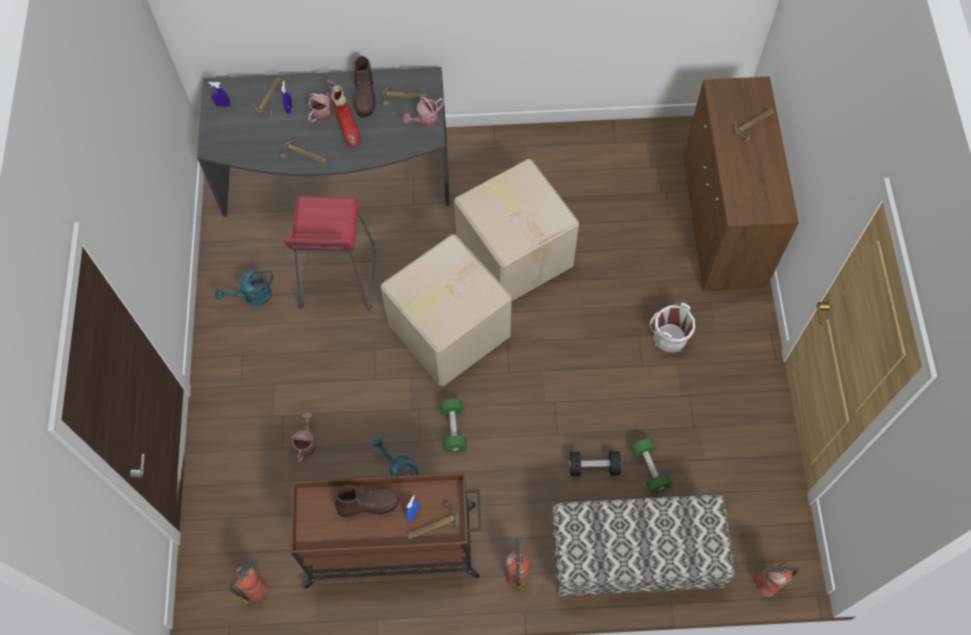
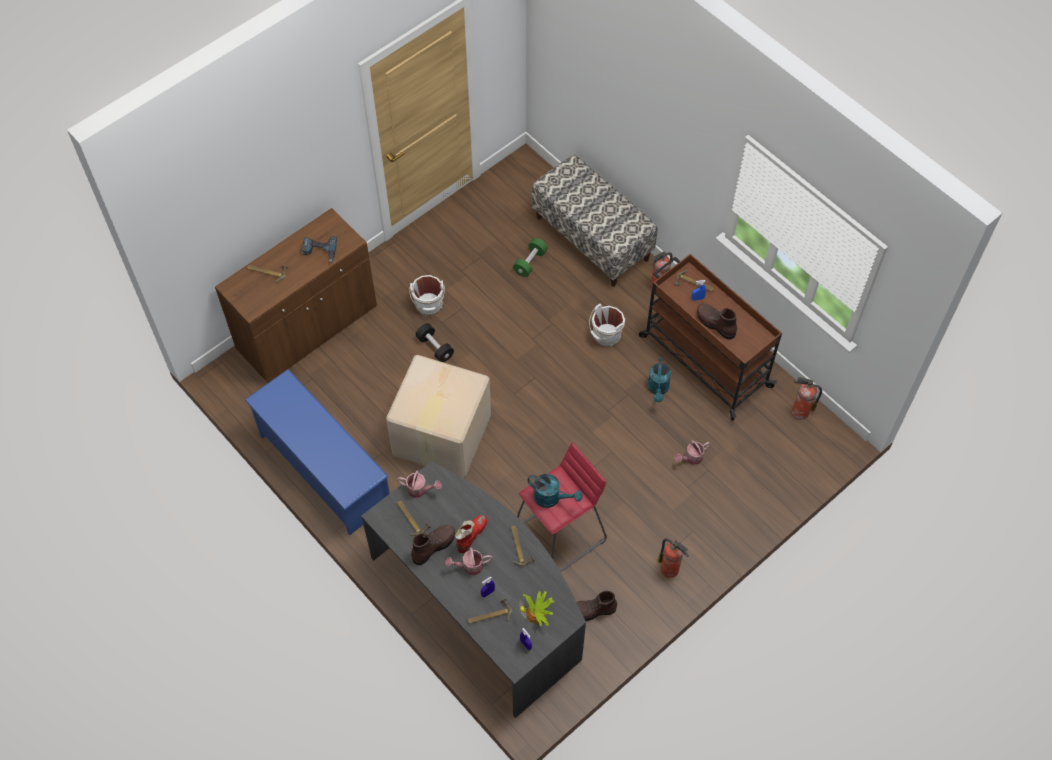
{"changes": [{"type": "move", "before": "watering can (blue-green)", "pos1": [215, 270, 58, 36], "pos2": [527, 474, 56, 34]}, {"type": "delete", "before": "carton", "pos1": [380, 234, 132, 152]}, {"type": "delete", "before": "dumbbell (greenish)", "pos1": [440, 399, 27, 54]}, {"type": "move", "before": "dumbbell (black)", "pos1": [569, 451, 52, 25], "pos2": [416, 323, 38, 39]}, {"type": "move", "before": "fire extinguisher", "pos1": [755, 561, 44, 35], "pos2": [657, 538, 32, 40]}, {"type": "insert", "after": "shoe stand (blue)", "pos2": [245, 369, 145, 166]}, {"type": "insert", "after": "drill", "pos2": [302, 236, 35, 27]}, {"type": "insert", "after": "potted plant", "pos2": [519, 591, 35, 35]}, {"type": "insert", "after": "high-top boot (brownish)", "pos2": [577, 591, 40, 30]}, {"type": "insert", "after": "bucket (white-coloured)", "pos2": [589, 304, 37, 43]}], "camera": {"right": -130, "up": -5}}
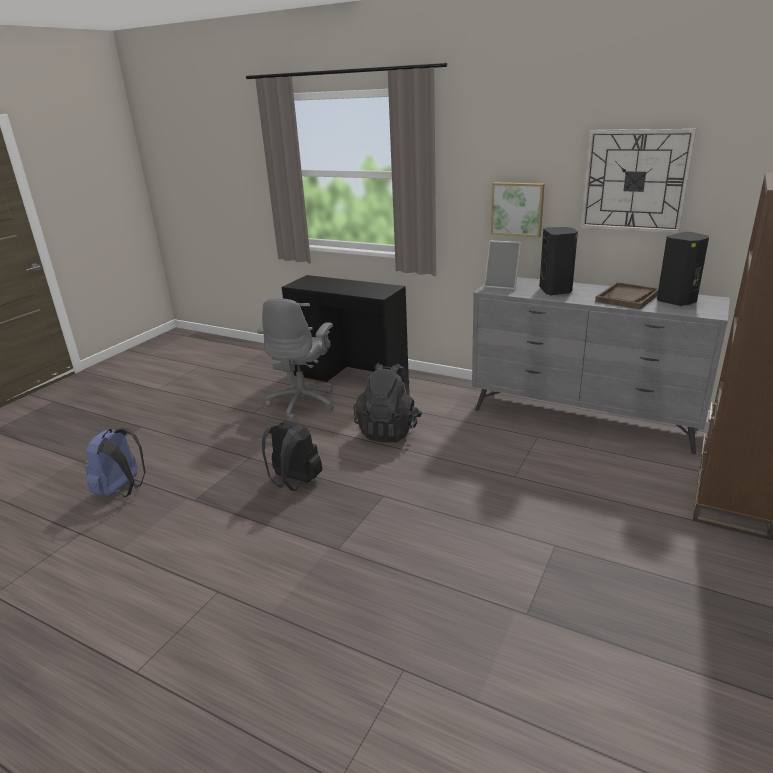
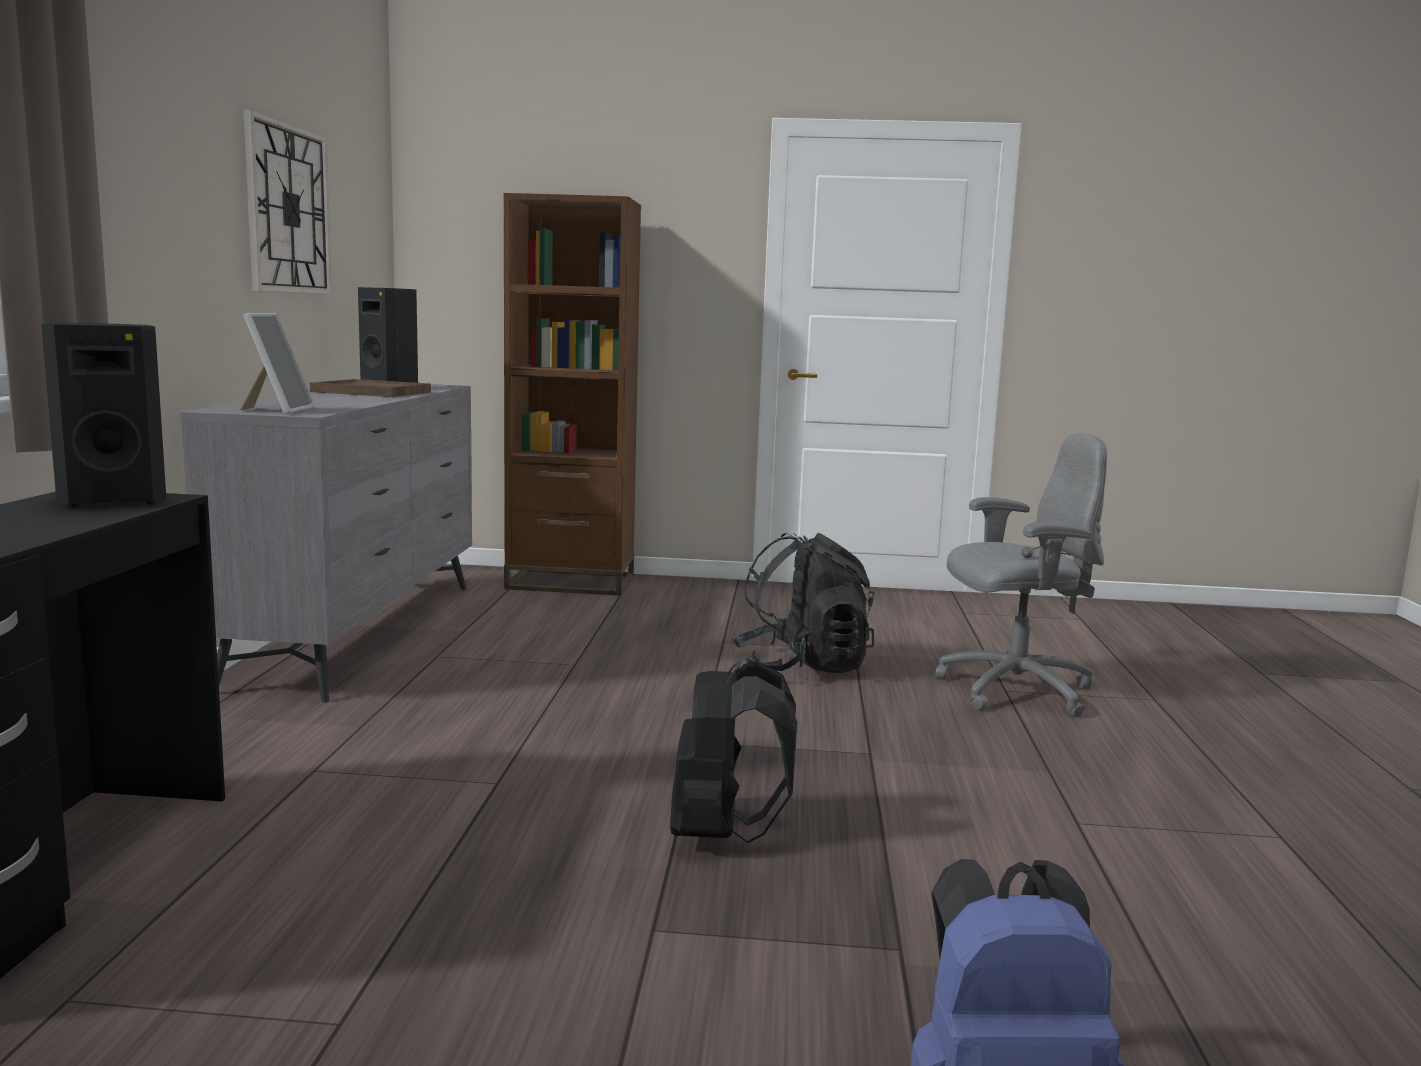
{"changes": [{"type": "move", "before": "desk chair (grey)", "pos1": [257, 298, 77, 123], "pos2": [935, 433, 172, 284]}, {"type": "move", "before": "knapsack (black)", "pos1": [353, 363, 69, 79], "pos2": [733, 533, 142, 140]}, {"type": "delete", "before": "picture", "pos1": [491, 182, 53, 55]}, {"type": "move", "before": "audio speaker (black)", "pos1": [539, 227, 39, 69], "pos2": [41, 323, 125, 184]}], "camera": {"right": -115, "up": -15}}
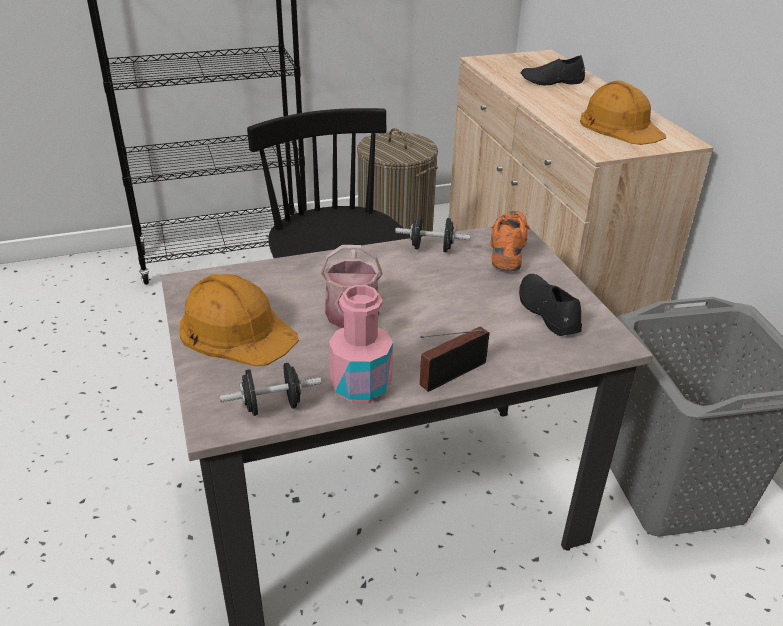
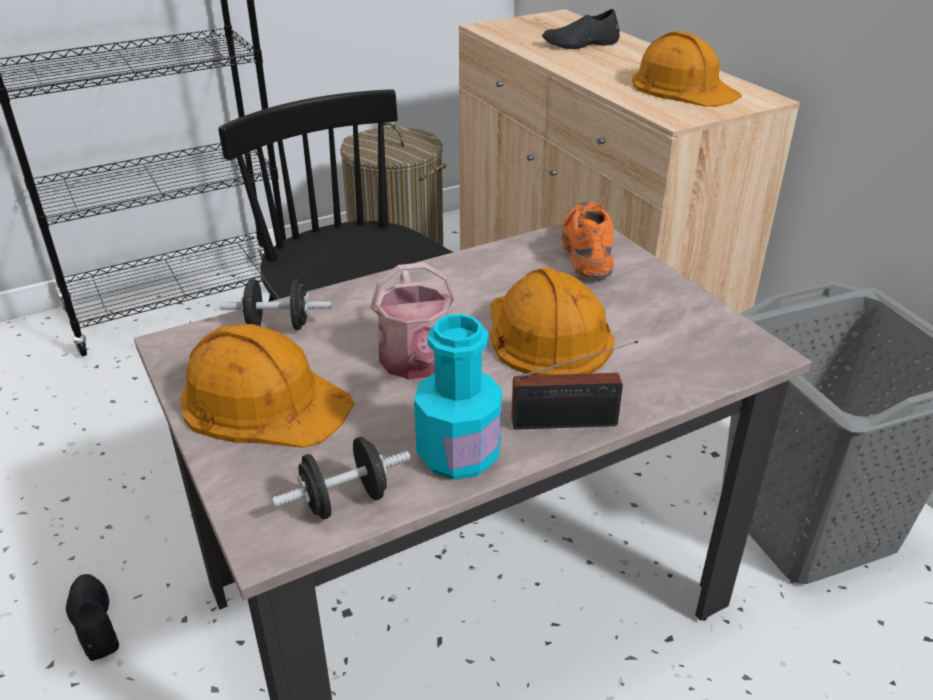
{"changes": [{"type": "recolor", "before": "beverage bottle (pink-coloured)", "after": "beverage bottle (blue-green)", "pos1": [329, 285, 64, 118], "pos2": [414, 314, 88, 166]}, {"type": "move", "before": "dumbbell (black)", "pos1": [395, 215, 75, 37], "pos2": [219, 279, 113, 51]}, {"type": "rotate", "before": "radio", "pos1": [420, 326, 69, 66], "pos2": [511, 340, 127, 90], "turn": -135}, {"type": "move", "before": "low shoe (black)", "pos1": [519, 274, 63, 62], "pos2": [66, 574, 53, 87]}, {"type": "insert", "after": "work helmet (orange)", "pos2": [490, 268, 124, 107]}], "camera": {"right": -10, "up": 0}}
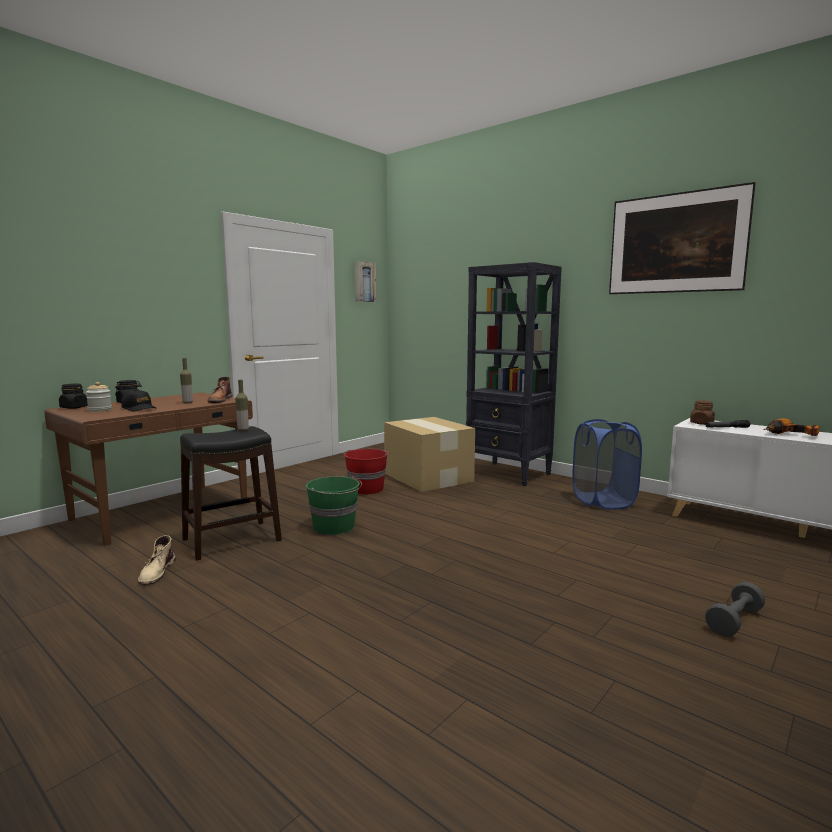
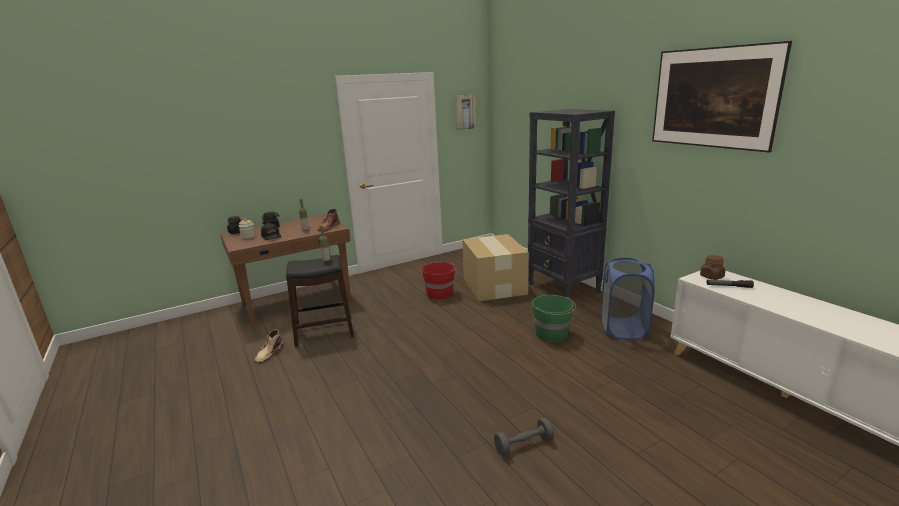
{"changes": [{"type": "move", "before": "bucket (greenish)", "pos1": [306, 476, 56, 59], "pos2": [532, 295, 44, 47]}, {"type": "move", "before": "dumbbell (grey)", "pos1": [705, 582, 60, 55], "pos2": [494, 418, 60, 38]}, {"type": "delete", "before": "drill", "pos1": [763, 418, 57, 18]}], "camera": {"right": 20, "up": 10}}
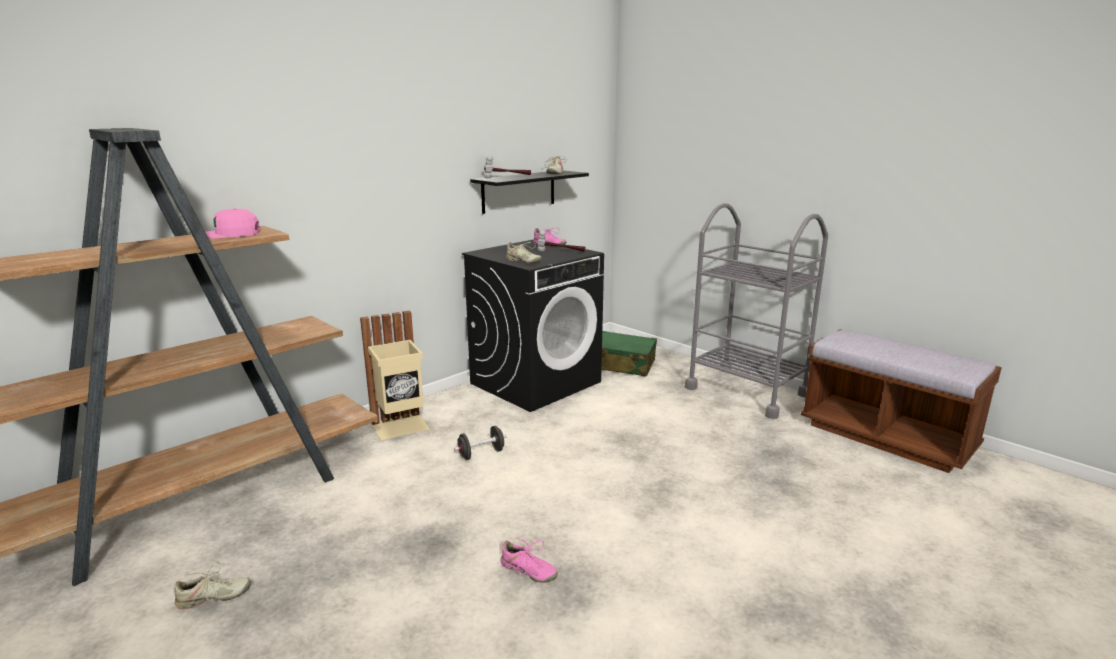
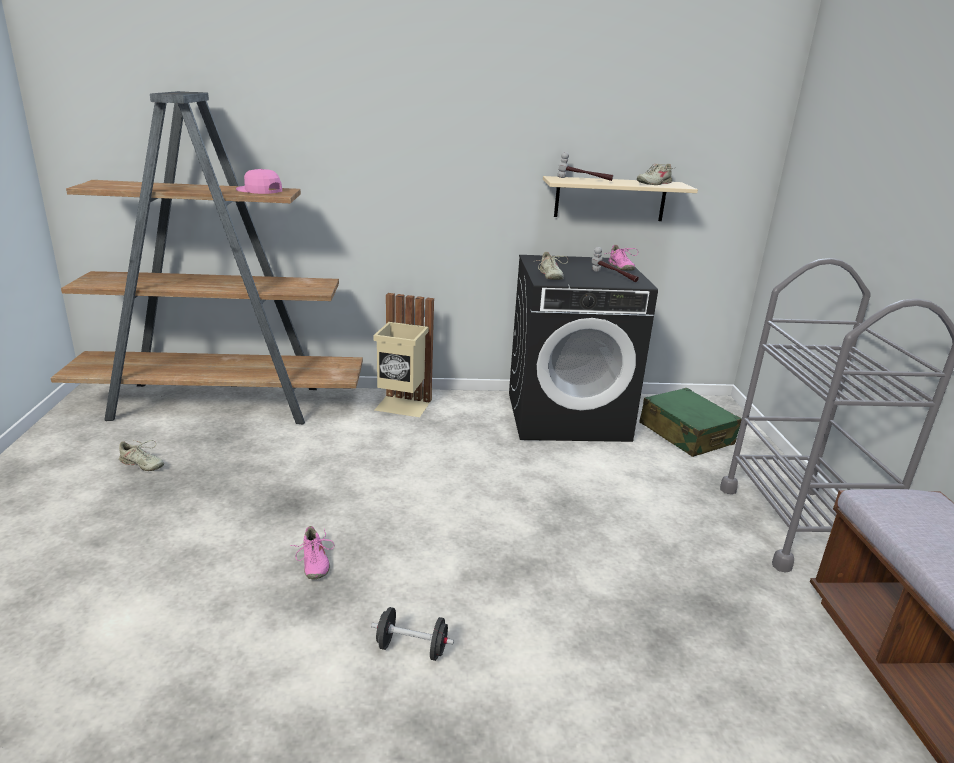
{"changes": [{"type": "move", "before": "dumbbell (black)", "pos1": [454, 426, 53, 34], "pos2": [371, 607, 83, 54]}, {"type": "recolor", "before": "shelf (black)", "after": "shelf (beige)", "pos1": [470, 171, 119, 43], "pos2": [543, 176, 155, 45]}], "camera": {"right": 40, "up": 5}}
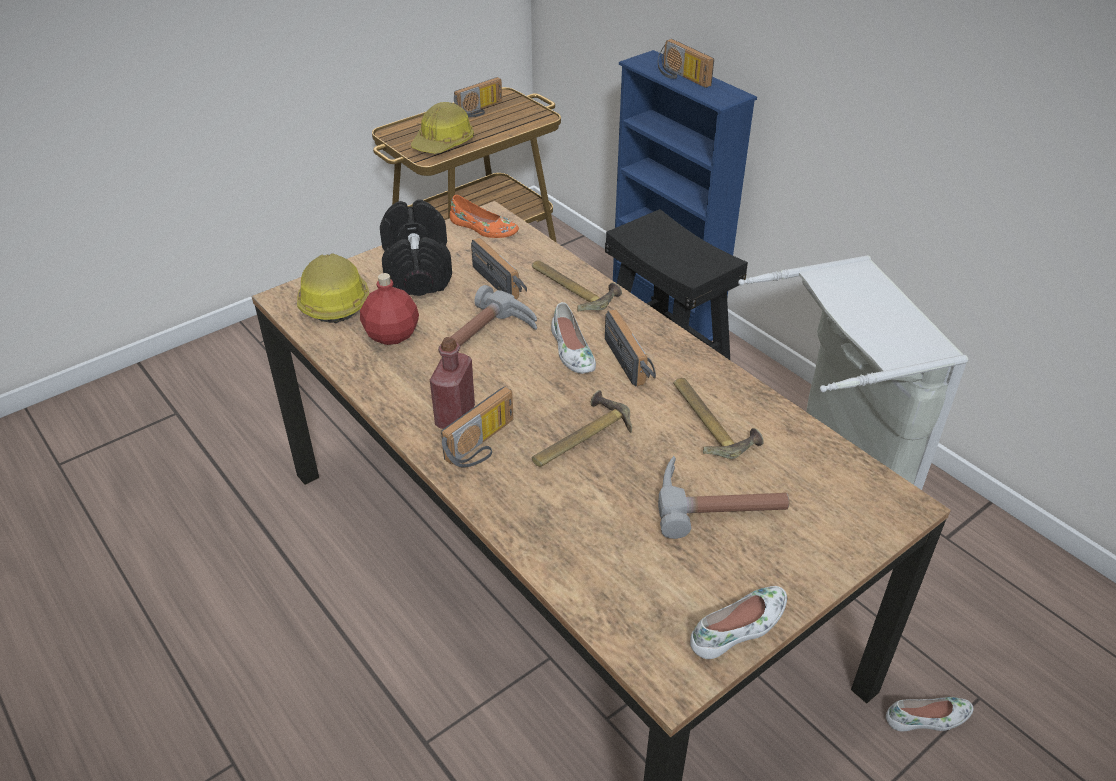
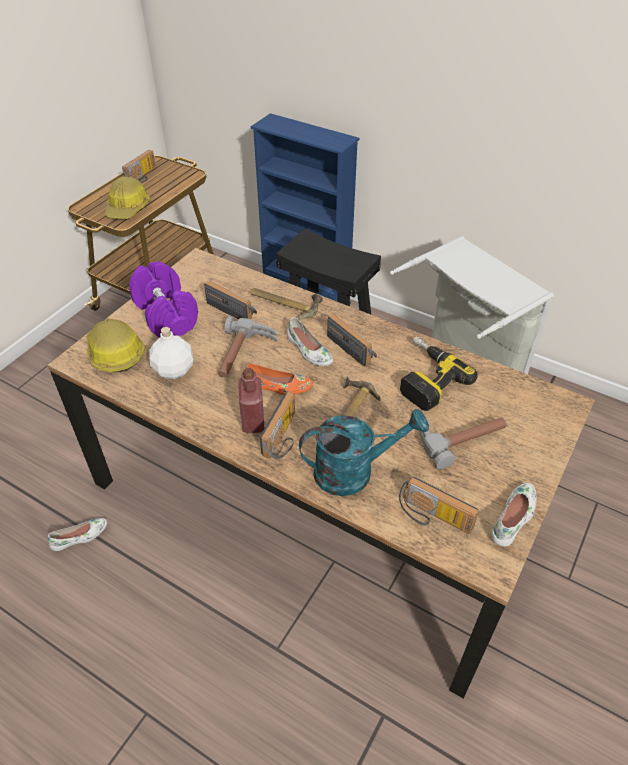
{"changes": [{"type": "recolor", "before": "beverage bottle (red)", "after": "beverage bottle (white-coloured)", "pos1": [360, 273, 59, 72], "pos2": [149, 327, 44, 52]}, {"type": "recolor", "before": "dumbbell (black)", "after": "dumbbell (purple-coloured)", "pos1": [380, 200, 72, 96], "pos2": [129, 261, 69, 77]}, {"type": "move", "before": "low shoe (orange)", "pos1": [450, 195, 69, 43], "pos2": [246, 363, 67, 32]}, {"type": "move", "before": "radio", "pos1": [658, 39, 56, 49], "pos2": [399, 477, 80, 57]}, {"type": "replace", "before": "tool hammer", "after": "drill", "pos1": [674, 378, 90, 81], "pos2": [400, 336, 78, 75]}, {"type": "move", "before": "low shoe (white-coloured)", "pos1": [886, 697, 88, 34], "pos2": [47, 518, 60, 33]}, {"type": "insert", "after": "watering can (blue-green)", "pos2": [299, 408, 130, 88]}], "camera": {"right": -20, "up": 5}}
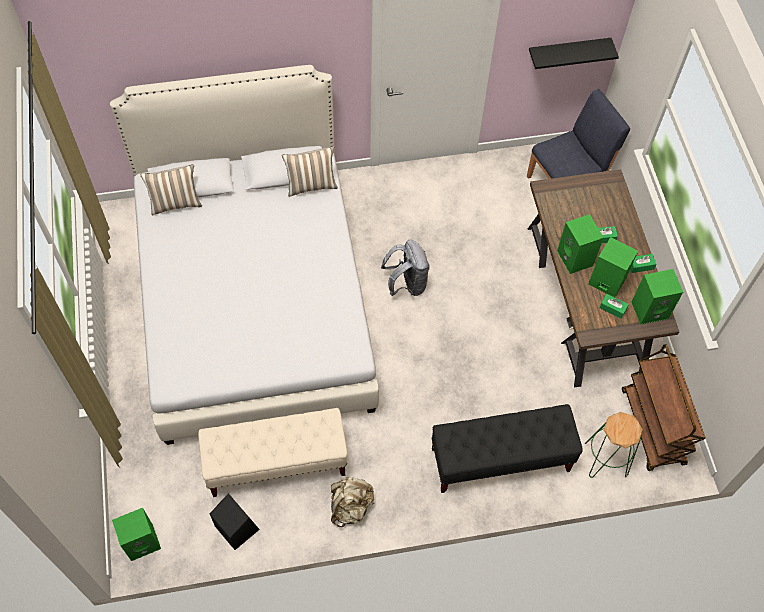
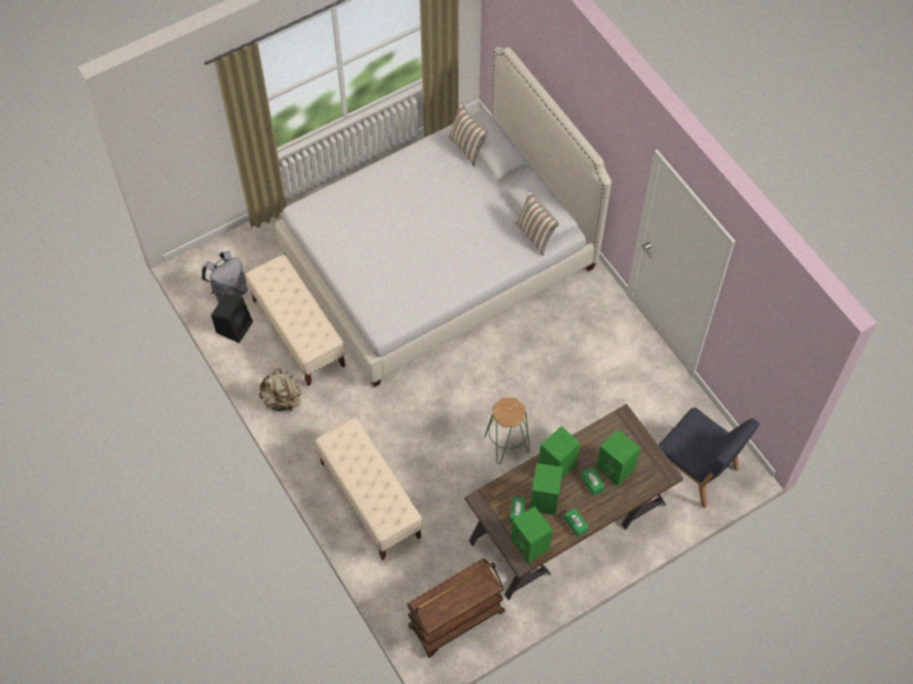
{"changes": [{"type": "move", "before": "audio speaker (greenish)", "pos1": [112, 508, 49, 53], "pos2": [596, 429, 44, 57]}, {"type": "move", "before": "knapsack (grey)", "pos1": [381, 240, 49, 56], "pos2": [202, 251, 46, 51]}, {"type": "recolor", "before": "bench (black)", "after": "bench (beige)", "pos1": [431, 404, 151, 89], "pos2": [315, 418, 107, 142]}, {"type": "delete", "before": "shelf (black)", "pos1": [529, 38, 90, 31]}, {"type": "move", "before": "stool (greenish)", "pos1": [585, 412, 58, 66], "pos2": [484, 398, 46, 66]}], "camera": {"right": 70, "up": 0}}
